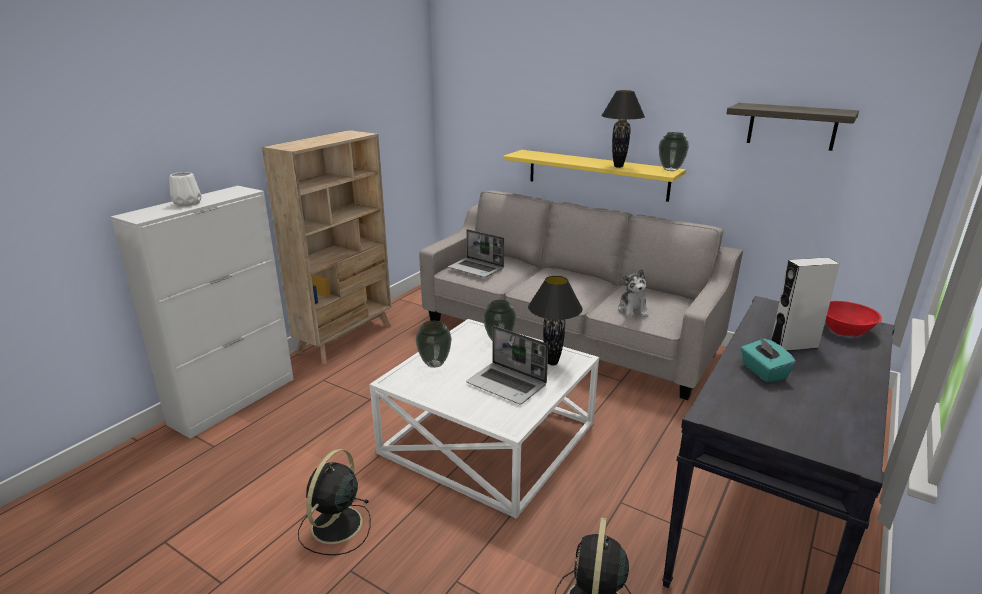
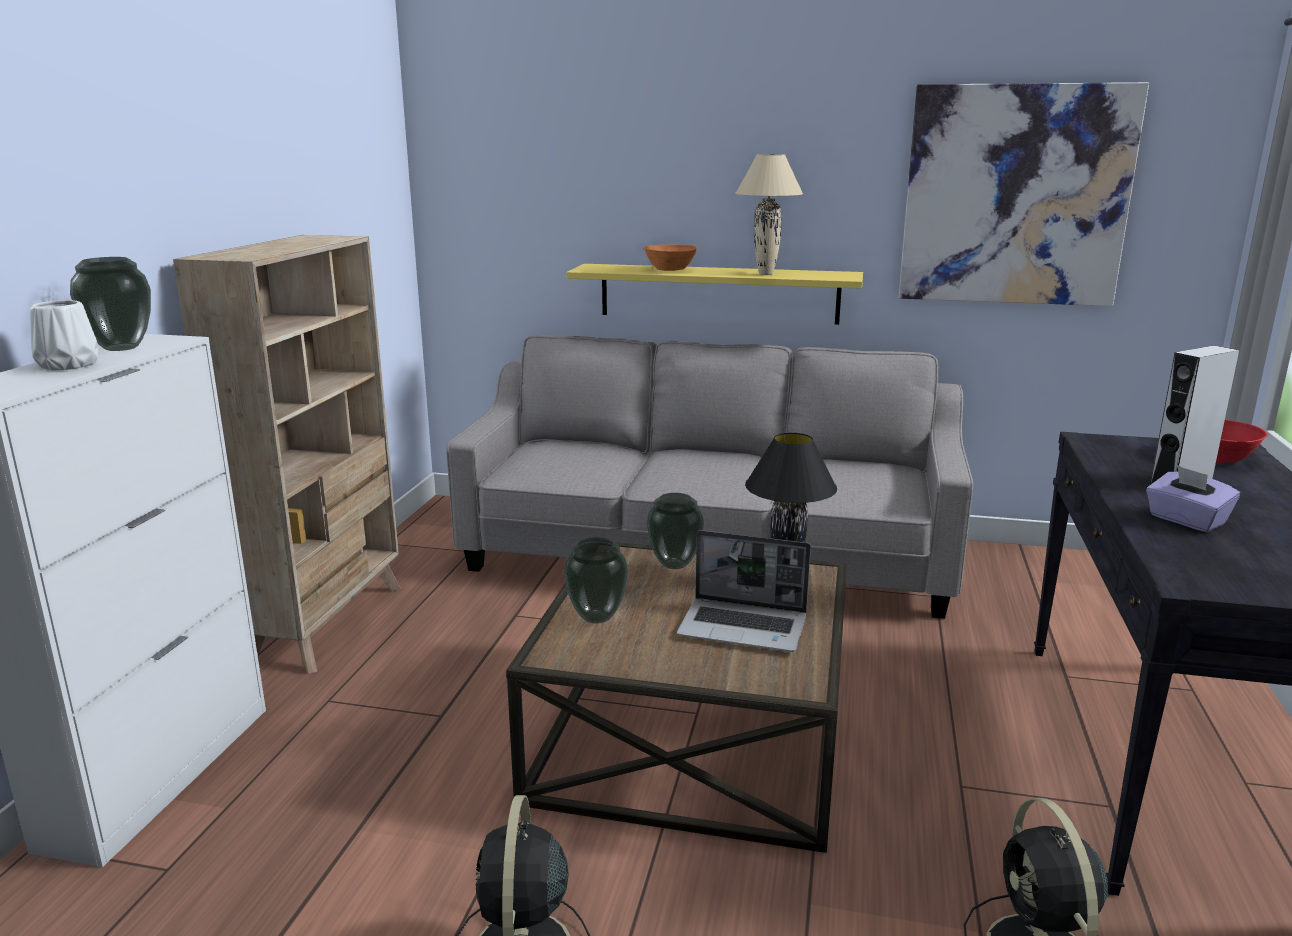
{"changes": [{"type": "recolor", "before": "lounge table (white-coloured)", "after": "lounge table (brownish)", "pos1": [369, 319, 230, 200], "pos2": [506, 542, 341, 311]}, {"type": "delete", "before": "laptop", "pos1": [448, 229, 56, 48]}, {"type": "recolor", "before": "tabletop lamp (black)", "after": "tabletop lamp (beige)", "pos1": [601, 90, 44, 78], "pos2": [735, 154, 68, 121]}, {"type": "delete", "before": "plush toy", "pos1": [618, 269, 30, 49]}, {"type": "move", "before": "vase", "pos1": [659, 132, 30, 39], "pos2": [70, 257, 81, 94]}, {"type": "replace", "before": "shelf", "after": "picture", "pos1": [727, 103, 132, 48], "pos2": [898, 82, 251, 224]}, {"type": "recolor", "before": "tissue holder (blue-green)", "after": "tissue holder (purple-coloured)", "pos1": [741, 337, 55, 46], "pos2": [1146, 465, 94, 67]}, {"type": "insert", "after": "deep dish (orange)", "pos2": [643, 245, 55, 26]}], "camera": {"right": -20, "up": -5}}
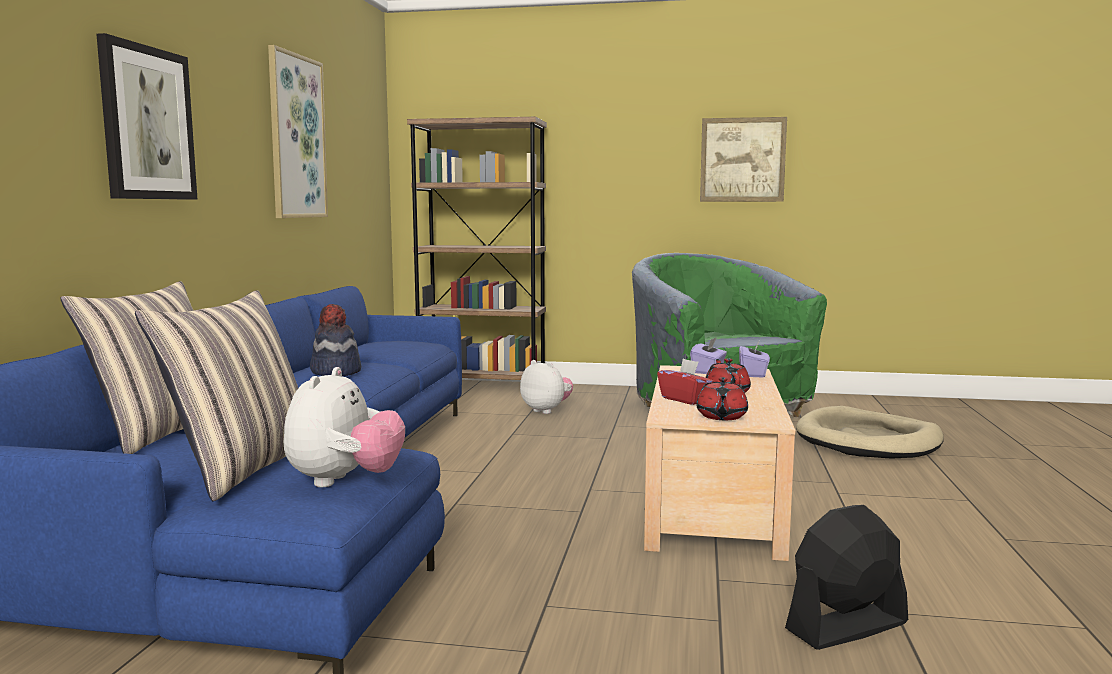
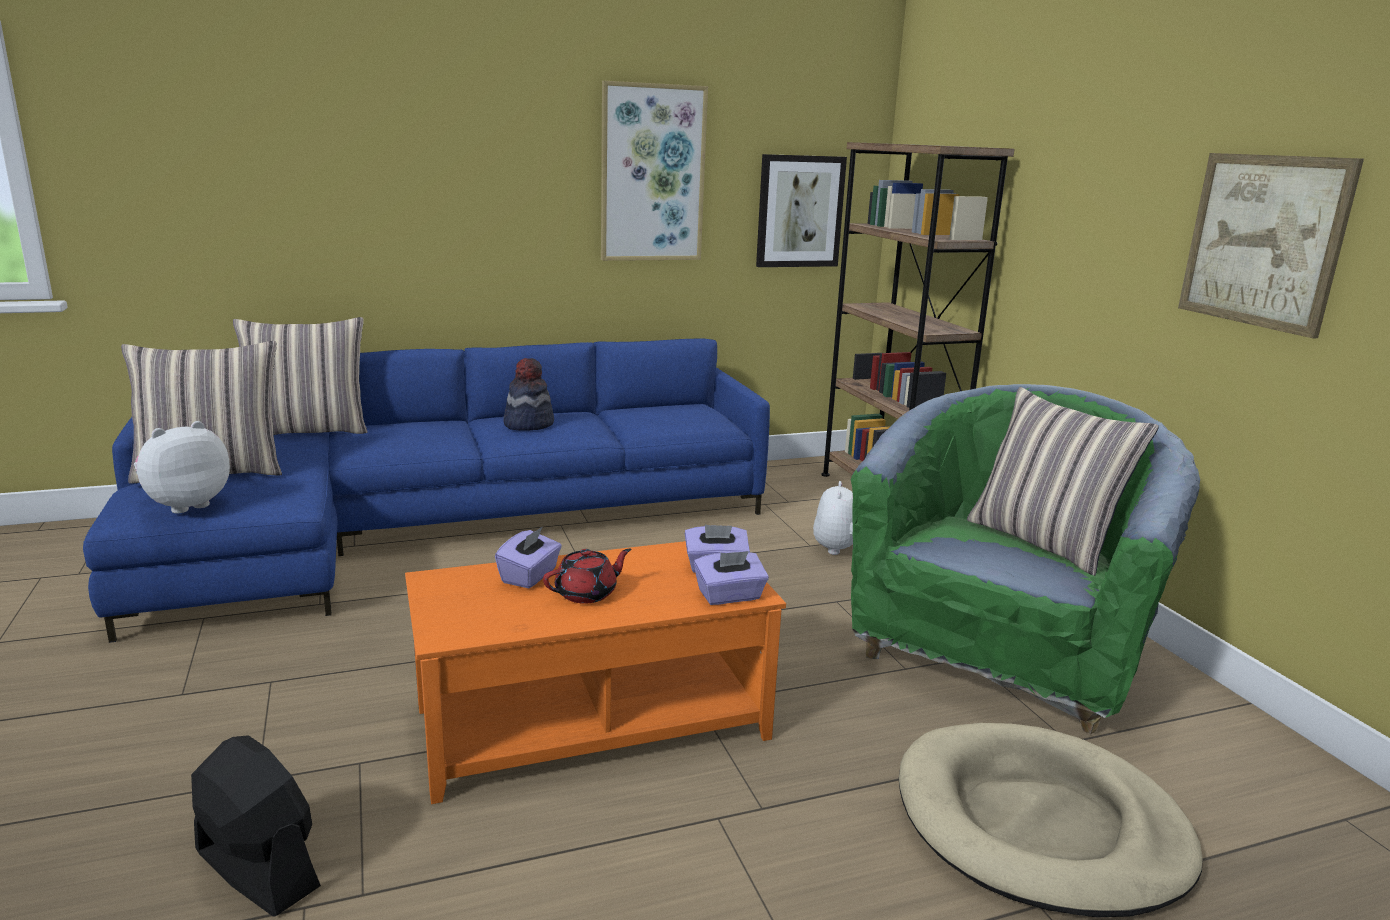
{"changes": [{"type": "move", "before": "picture", "pos1": [96, 33, 102, 167], "pos2": [756, 154, 91, 113]}, {"type": "rotate", "before": "plush toy", "pos1": [284, 367, 121, 120], "pos2": [134, 421, 96, 92], "turn": 150}, {"type": "recolor", "before": "lounge table (beige)", "after": "lounge table (orange)", "pos1": [644, 365, 151, 196], "pos2": [405, 541, 381, 263]}, {"type": "recolor", "before": "tissue holder (red)", "after": "tissue holder (purple-coloured)", "pos1": [657, 359, 58, 46], "pos2": [495, 527, 67, 61]}, {"type": "delete", "before": "teapot (red)", "pos1": [696, 377, 52, 43]}, {"type": "insert", "after": "throw pillow", "pos2": [967, 387, 192, 189]}], "camera": {"right": 60, "up": 10}}
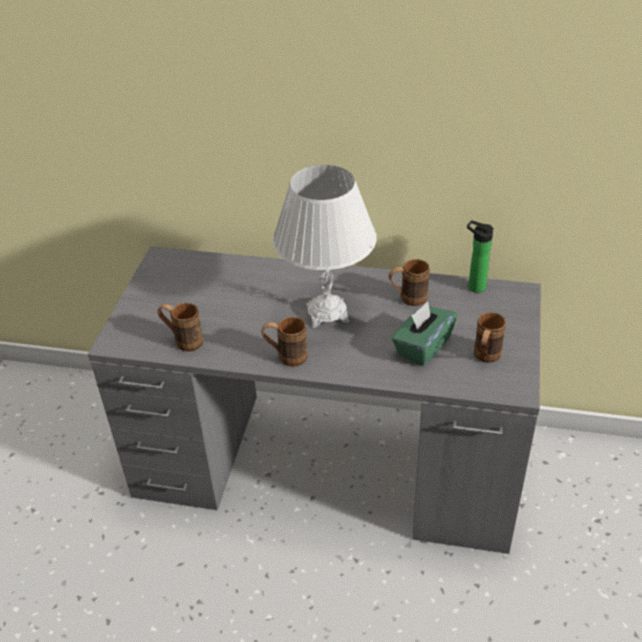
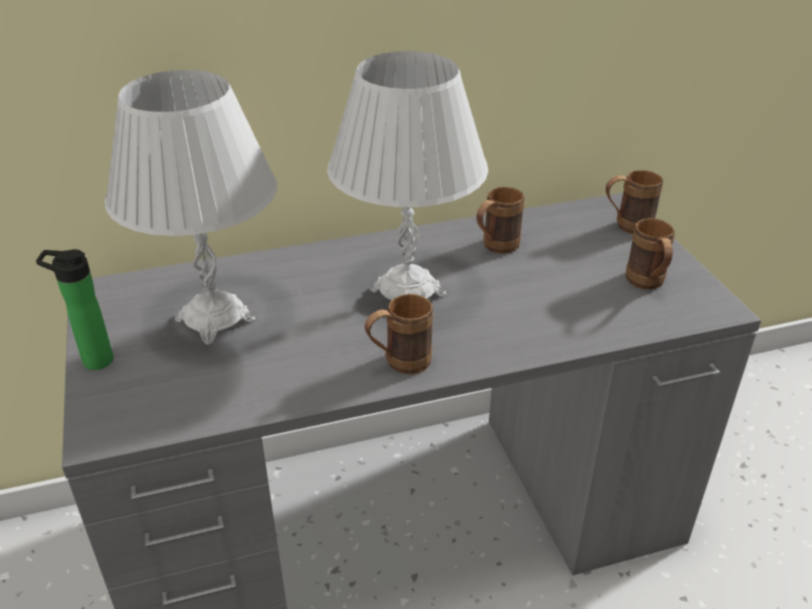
{"changes": [{"type": "move", "before": "tea mug (brownish)", "pos1": [157, 303, 46, 49], "pos2": [606, 170, 57, 64]}, {"type": "delete", "before": "tissue holder (greenish)", "pos1": [392, 301, 65, 65]}, {"type": "move", "before": "beverage bottle", "pos1": [467, 220, 27, 73], "pos2": [36, 249, 78, 121]}, {"type": "insert", "after": "tabletop lamp (white-coloured)", "pos2": [105, 70, 172, 275]}], "camera": {"right": -30, "up": -5}}
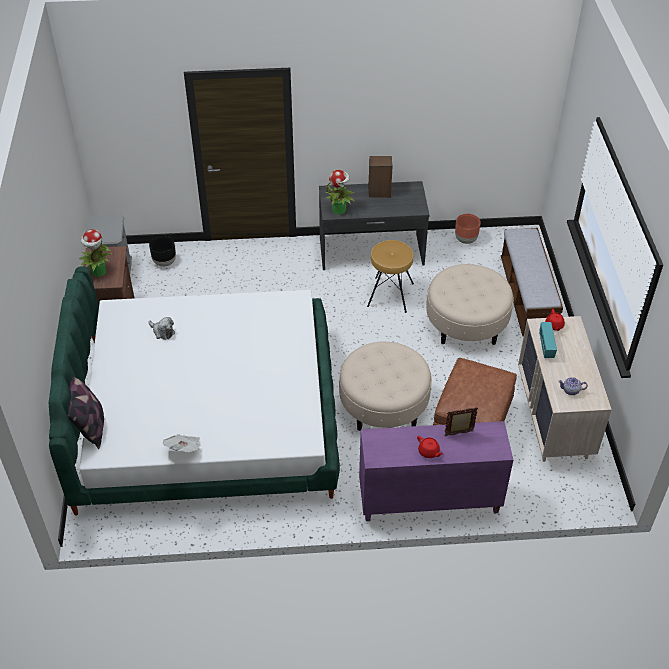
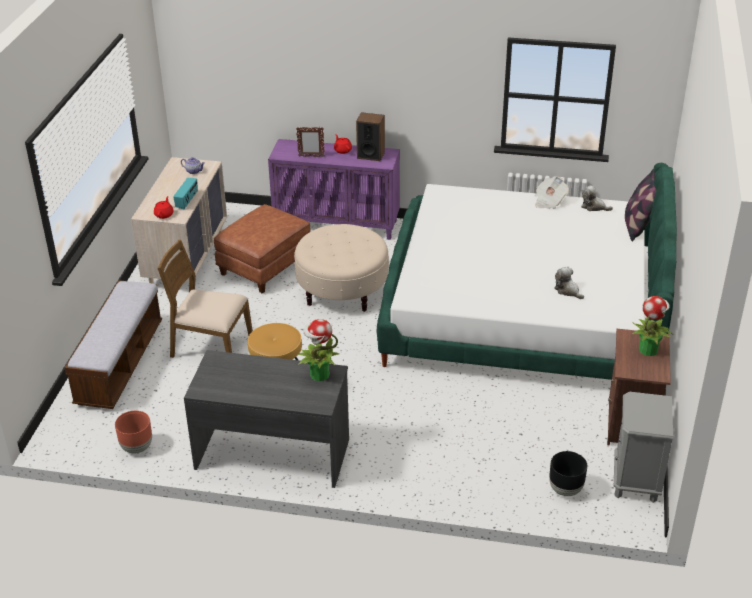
{"changes": [{"type": "move", "before": "audio speaker", "pos1": [369, 156, 23, 42], "pos2": [356, 112, 29, 49]}, {"type": "replace", "before": "ottoman (beige)", "after": "upright chair (brownish)", "pos1": [426, 264, 88, 81], "pos2": [158, 240, 95, 118]}, {"type": "insert", "after": "plush toy", "pos2": [581, 185, 32, 26]}], "camera": {"right": -165, "up": -10}}
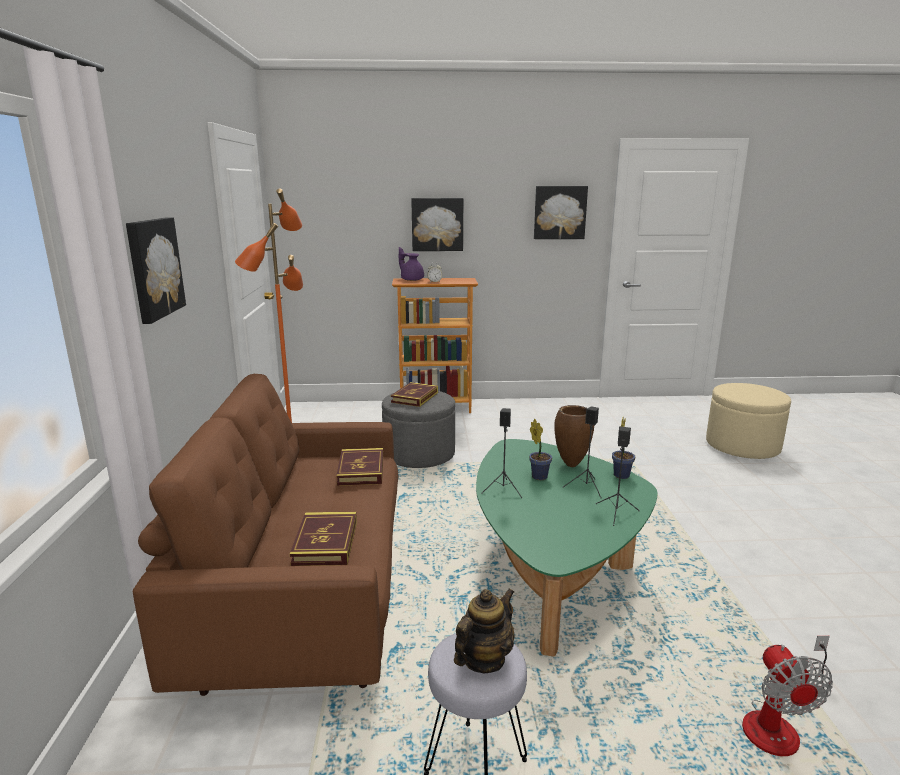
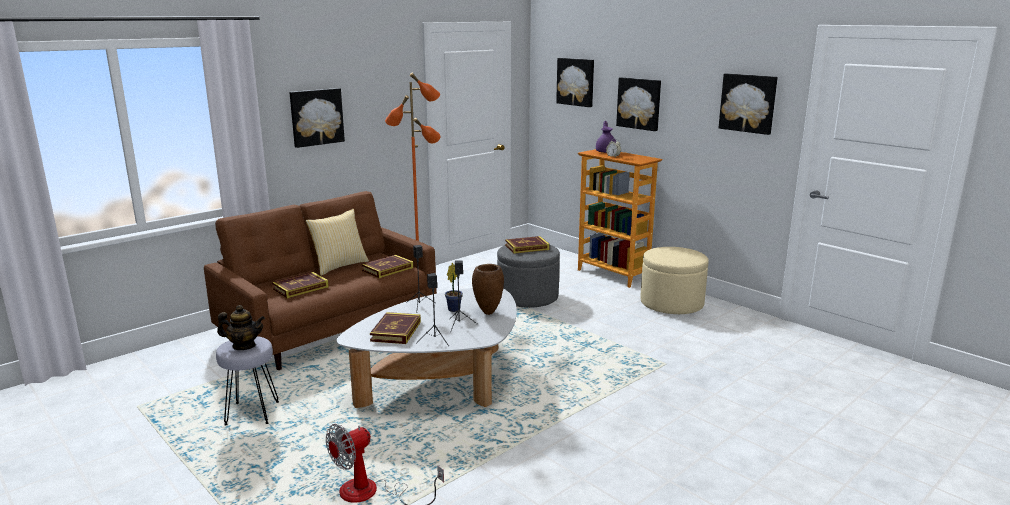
{"changes": [{"type": "recolor", "before": "lounge table (greenish)", "after": "lounge table (white-coloured)", "pos1": [476, 439, 182, 218], "pos2": [337, 288, 180, 120]}, {"type": "delete", "before": "potted plant", "pos1": [612, 417, 23, 62]}, {"type": "move", "before": "ottoman (beige)", "pos1": [706, 383, 85, 76], "pos2": [640, 247, 69, 67]}, {"type": "insert", "after": "throw pillow", "pos2": [306, 209, 63, 67]}, {"type": "insert", "after": "book", "pos2": [370, 312, 51, 32]}, {"type": "insert", "after": "picture", "pos2": [556, 58, 38, 49]}], "camera": {"right": 50, "up": 0}}
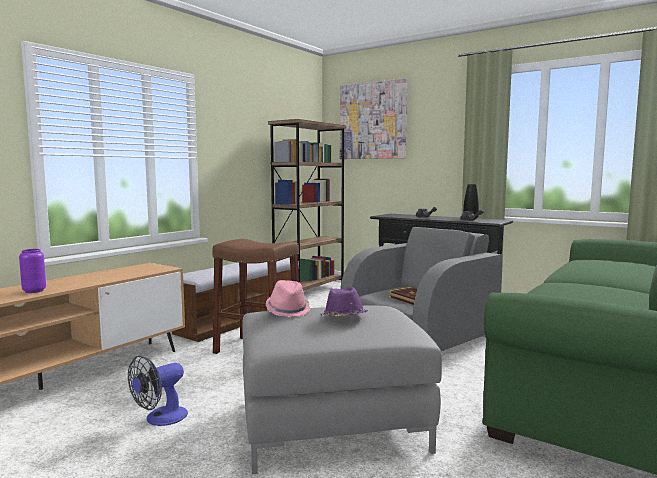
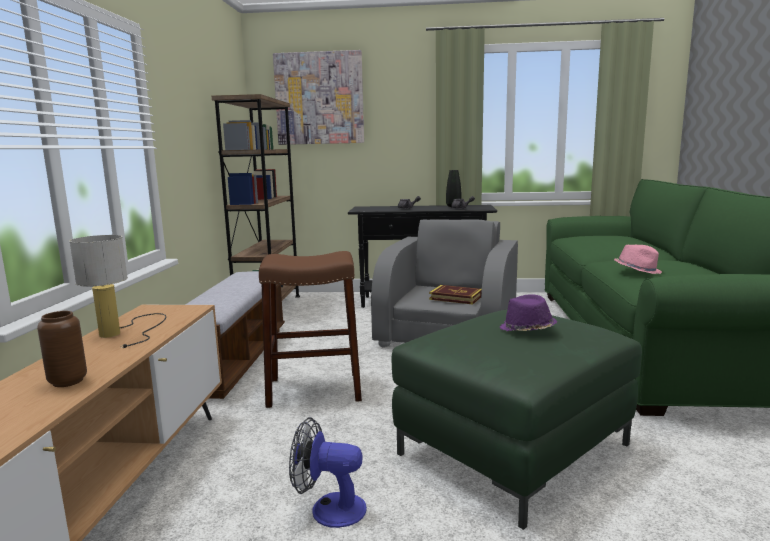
{"changes": [{"type": "recolor", "before": "vase (purple-coloured)", "after": "vase (brownish)", "pos1": [19, 249, 27, 44], "pos2": [37, 311, 50, 76]}, {"type": "rotate", "before": "electric fan", "pos1": [128, 356, 60, 70], "pos2": [289, 417, 78, 111], "turn": 90}, {"type": "recolor", "before": "ottoman (grey)", "after": "ottoman (greenish)", "pos1": [242, 306, 200, 168], "pos2": [392, 309, 250, 221]}, {"type": "move", "before": "wearable hat (pink-coloured)", "pos1": [266, 280, 44, 37], "pos2": [614, 245, 48, 29]}, {"type": "insert", "after": "tabletop lamp", "pos2": [69, 235, 97, 113]}], "camera": {"right": -30, "up": 5}}
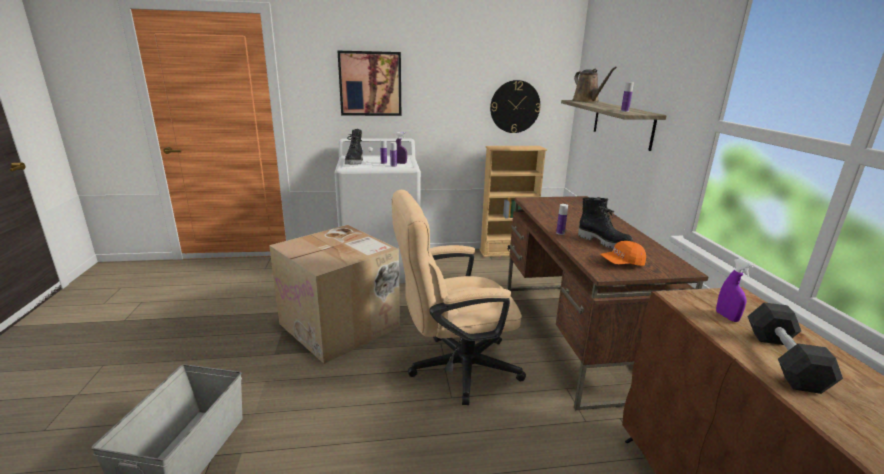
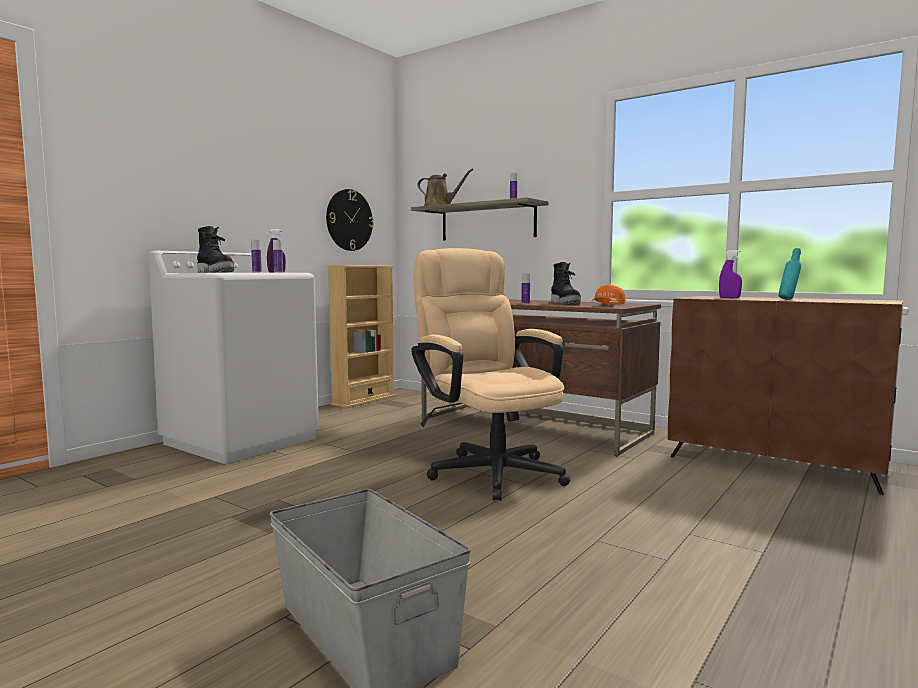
{"changes": [{"type": "delete", "before": "carton", "pos1": [269, 225, 131, 139]}, {"type": "delete", "before": "picture", "pos1": [338, 51, 63, 65]}, {"type": "rotate", "before": "desk chair (beige)", "pos1": [392, 190, 134, 215], "pos2": [411, 248, 160, 253], "turn": 120}, {"type": "rotate", "before": "high-top boot (black)", "pos1": [578, 197, 55, 52], "pos2": [551, 262, 30, 42], "turn": 75}, {"type": "replace", "before": "dumbbell (black)", "after": "beverage bottle (blue-green)", "pos1": [747, 302, 96, 92], "pos2": [778, 248, 23, 52]}], "camera": {"right": -45, "up": -15}}
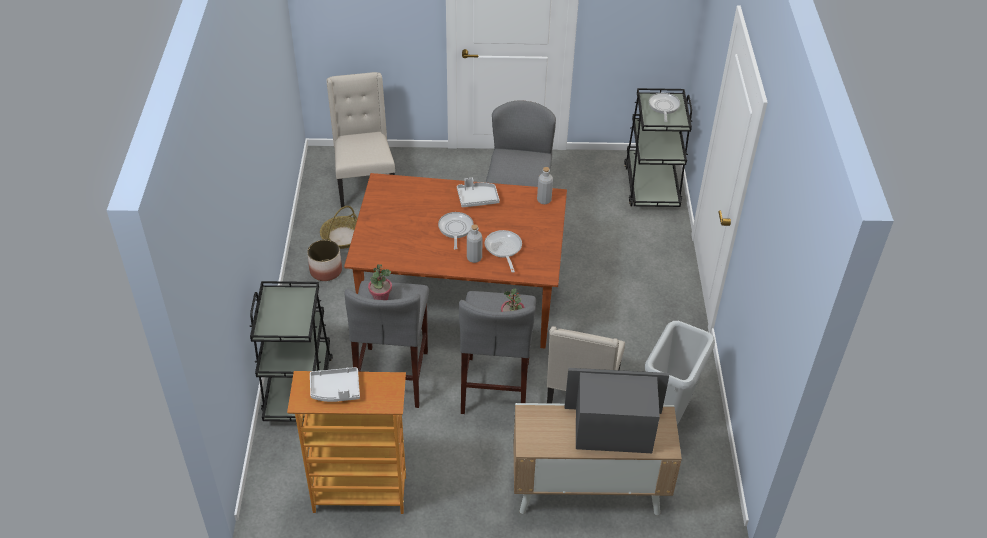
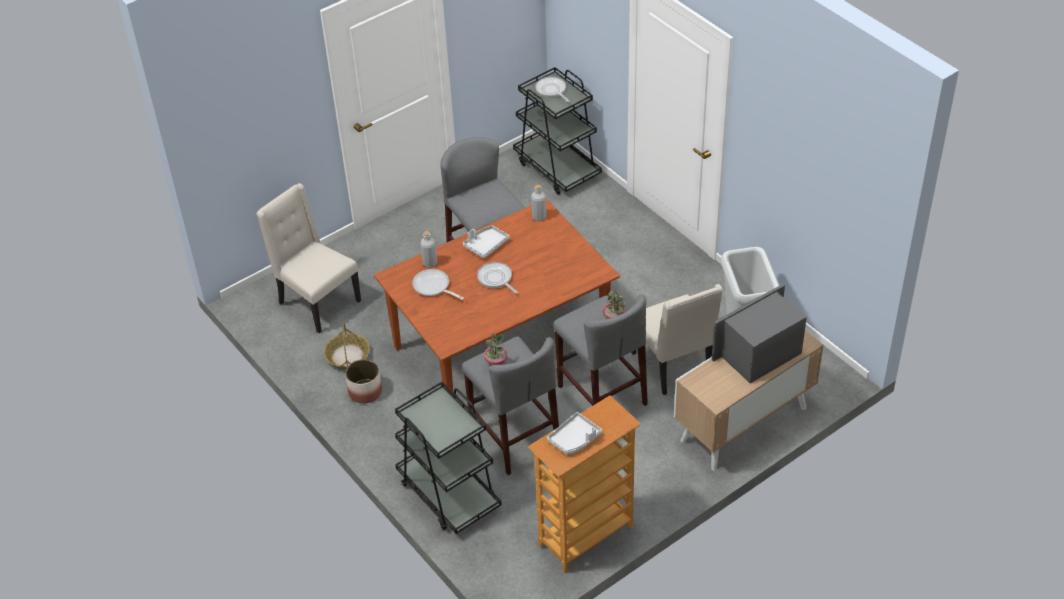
{"changes": [{"type": "move", "before": "beverage bottle (grey)", "pos1": [467, 224, 16, 39], "pos2": [420, 231, 17, 37]}, {"type": "move", "before": "frying pan", "pos1": [485, 230, 37, 43], "pos2": [412, 269, 52, 31]}], "camera": {"right": -35, "up": 0}}
